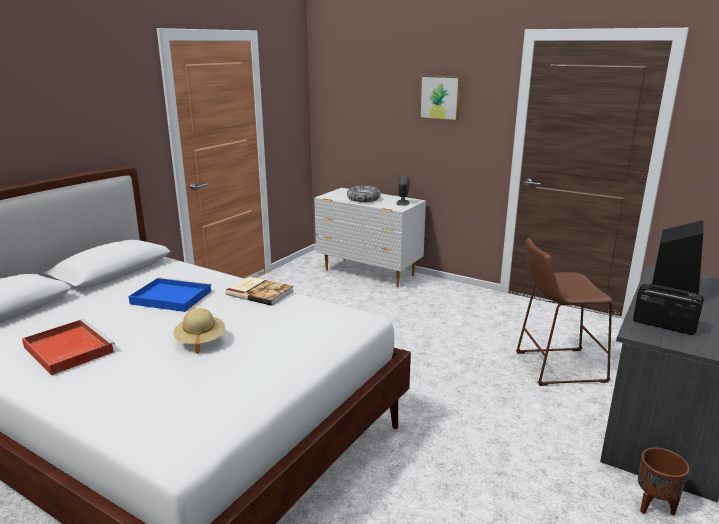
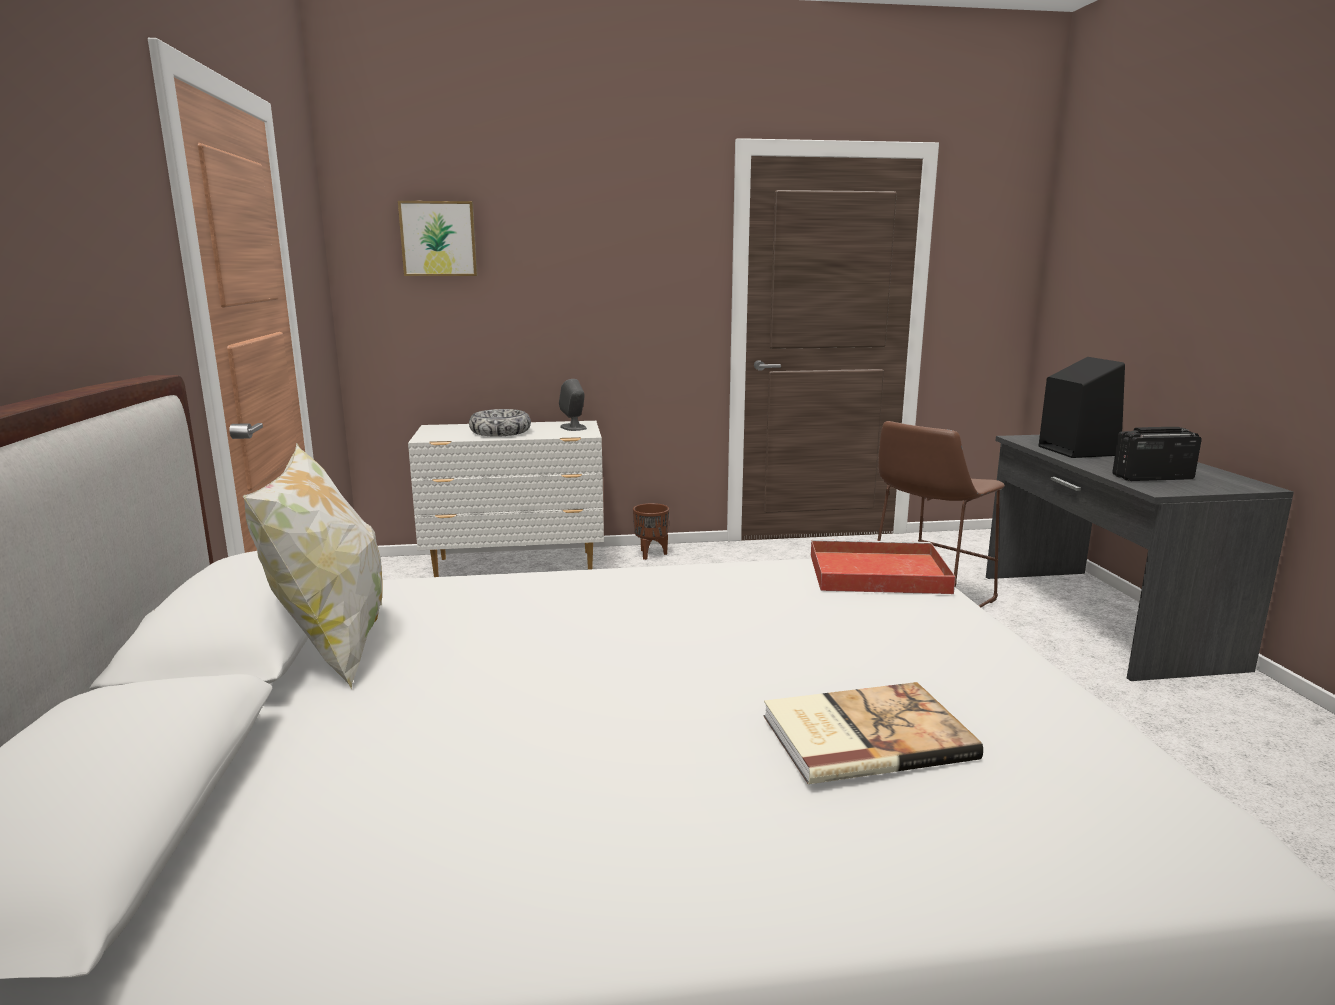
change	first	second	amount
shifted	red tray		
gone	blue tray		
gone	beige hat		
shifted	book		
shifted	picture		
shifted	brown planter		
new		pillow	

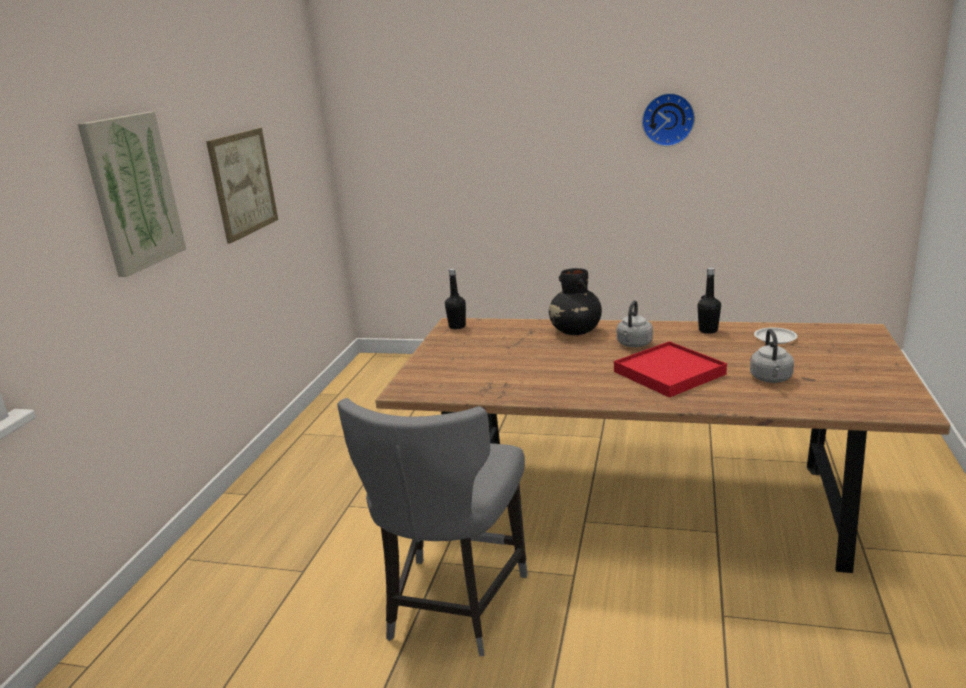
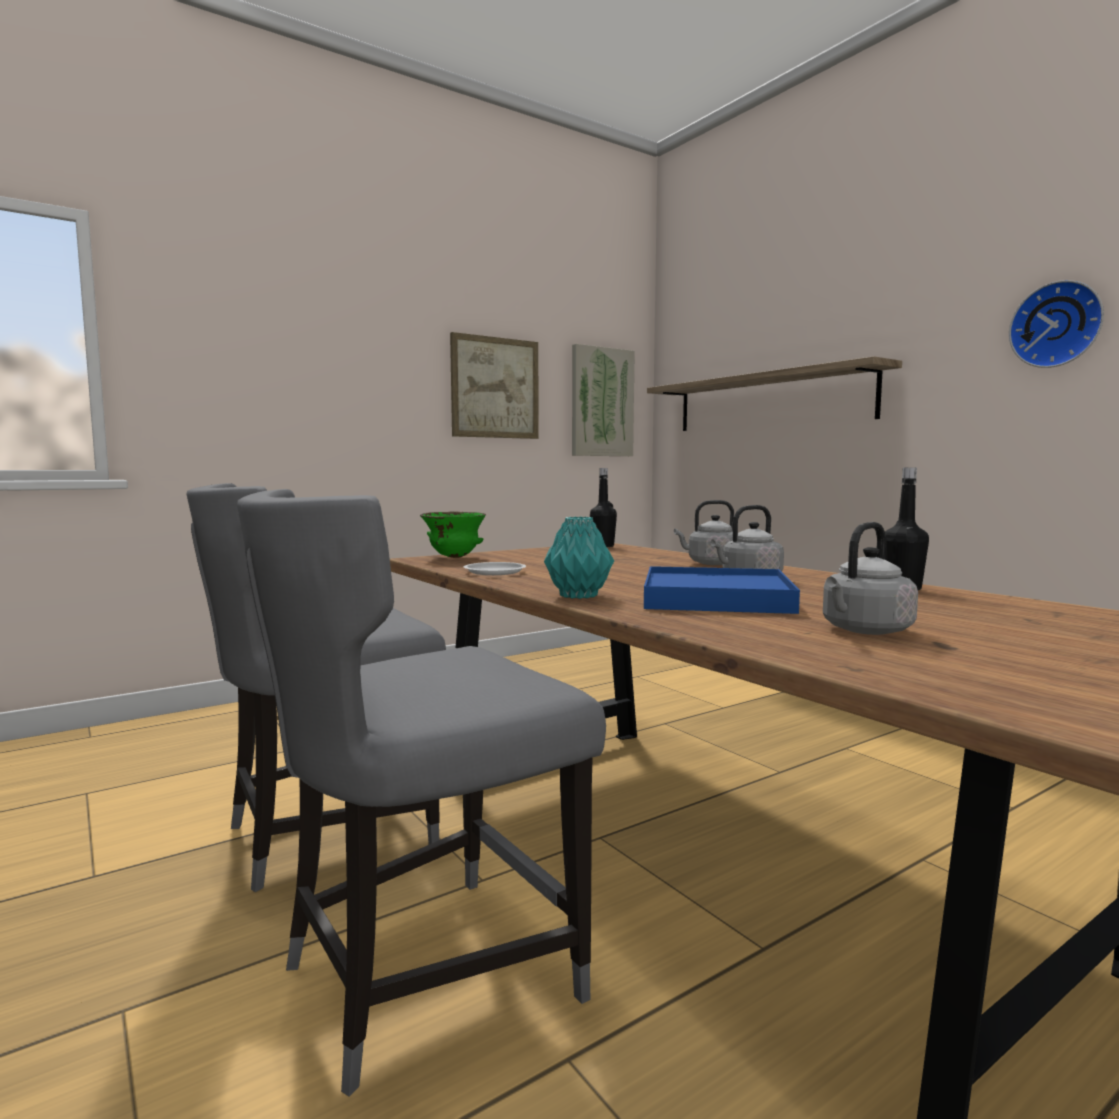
change	first	second	amount
shifted	picture (no. 1 from left in the first image)	picture (no. 2 from left)	
swapped	black vase	grey kettle (no. 1 from left)	
repainted	red tray	blue tray	
shifted	white plate		
new		grey chair (no. 2 from left)	
new		green bowl	
new		turquoise vase	
new		shelf	

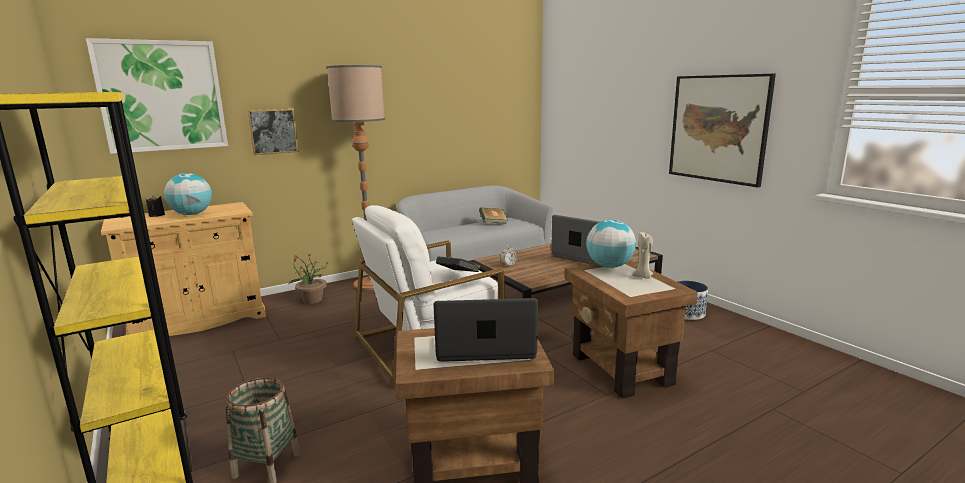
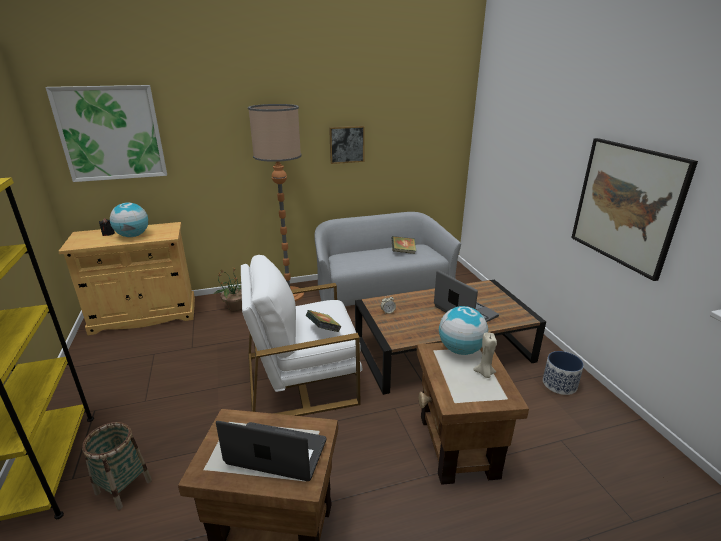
change	first	second	amount
shifted	picture (no. 2 from left)		

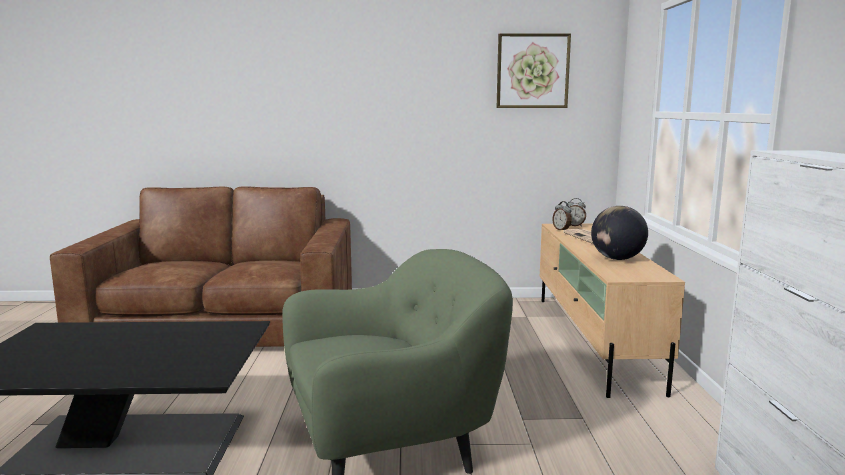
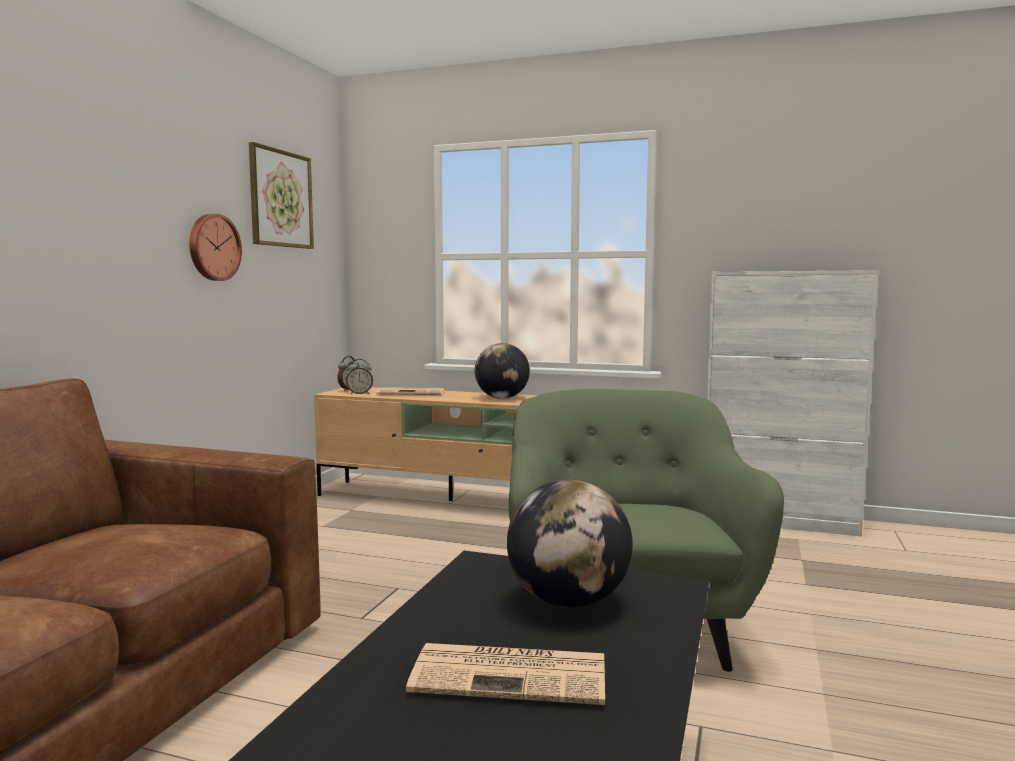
change	first	second	amount
new		wall clock	
new		newspaper (no. 2 from left)	
new		globe (no. 2 from left)	

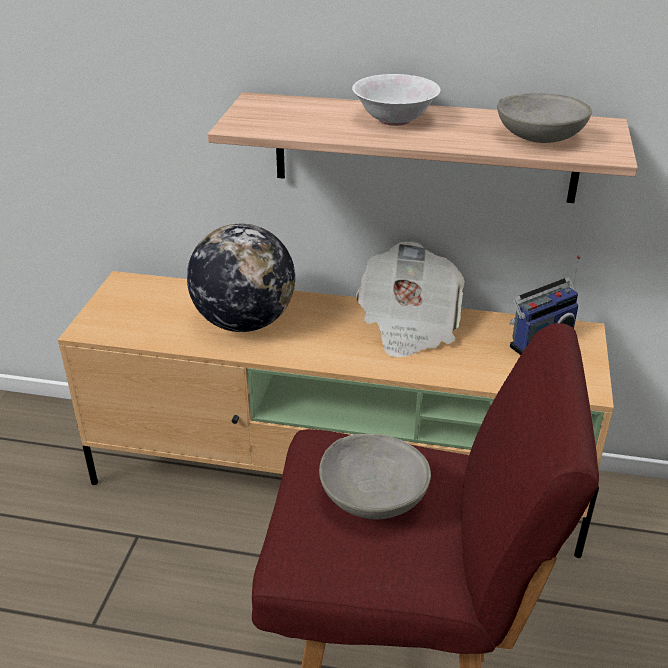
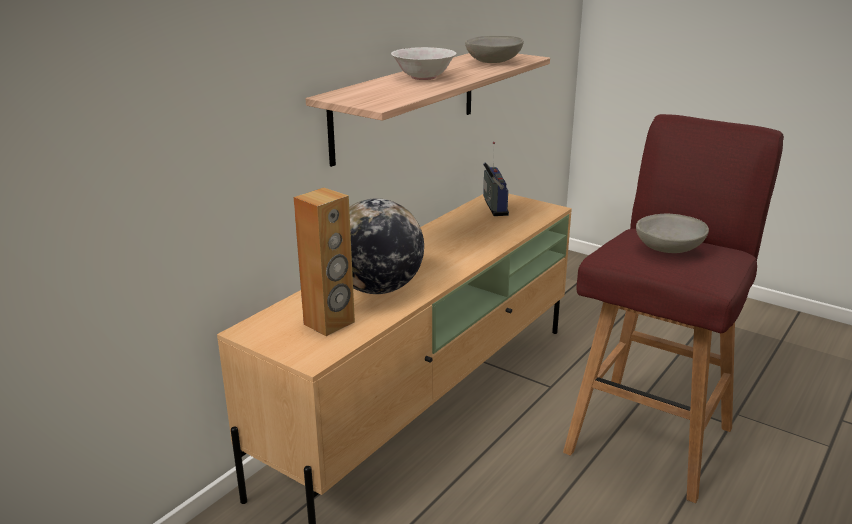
change	first	second	amount
gone	newspaper		
new		brown speaker	

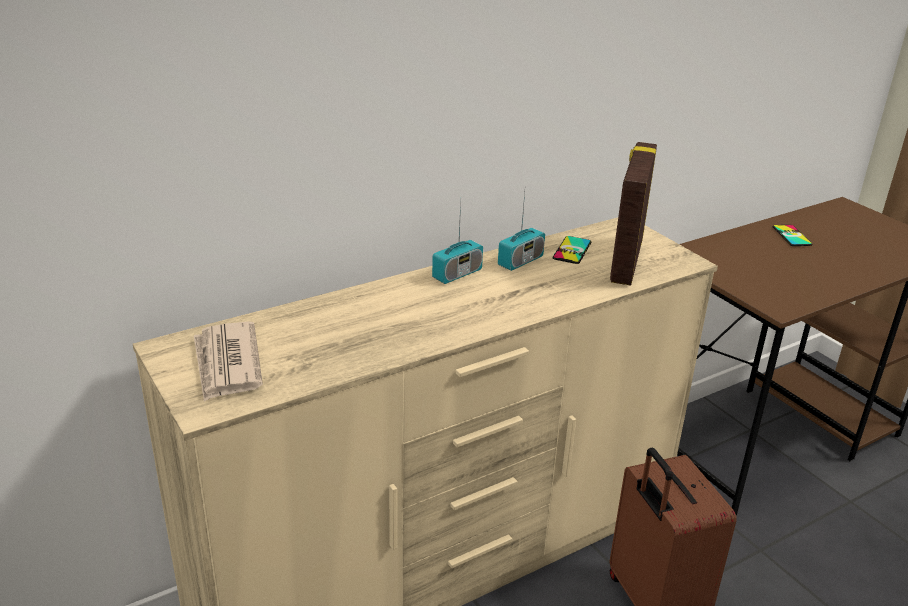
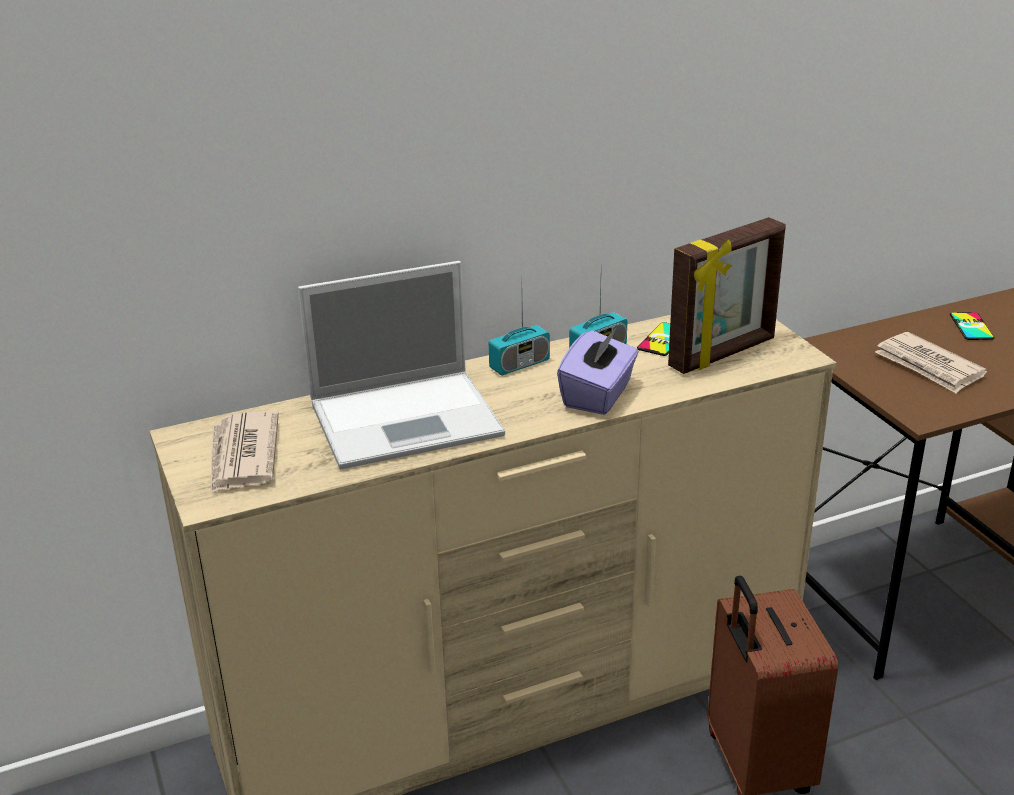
change	first	second	amount
rotated	picture frame		150 degrees counterclockwise
new		laptop	
new		purple tissue box	
new		newspaper (no. 2 from left)	

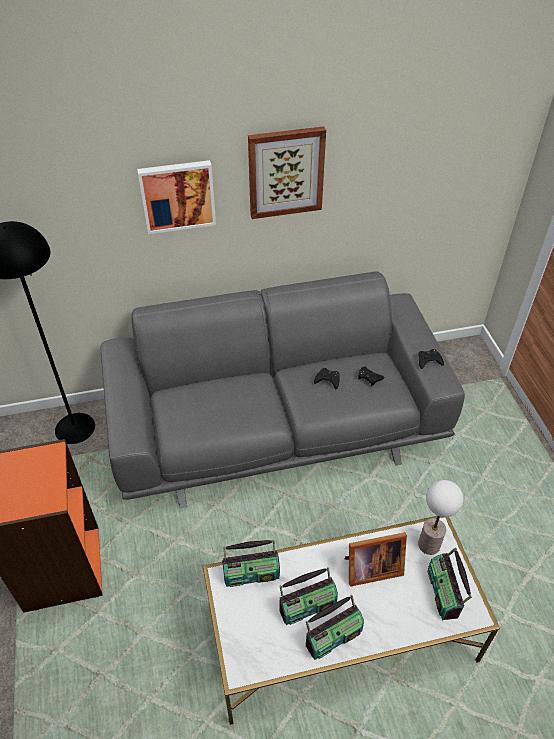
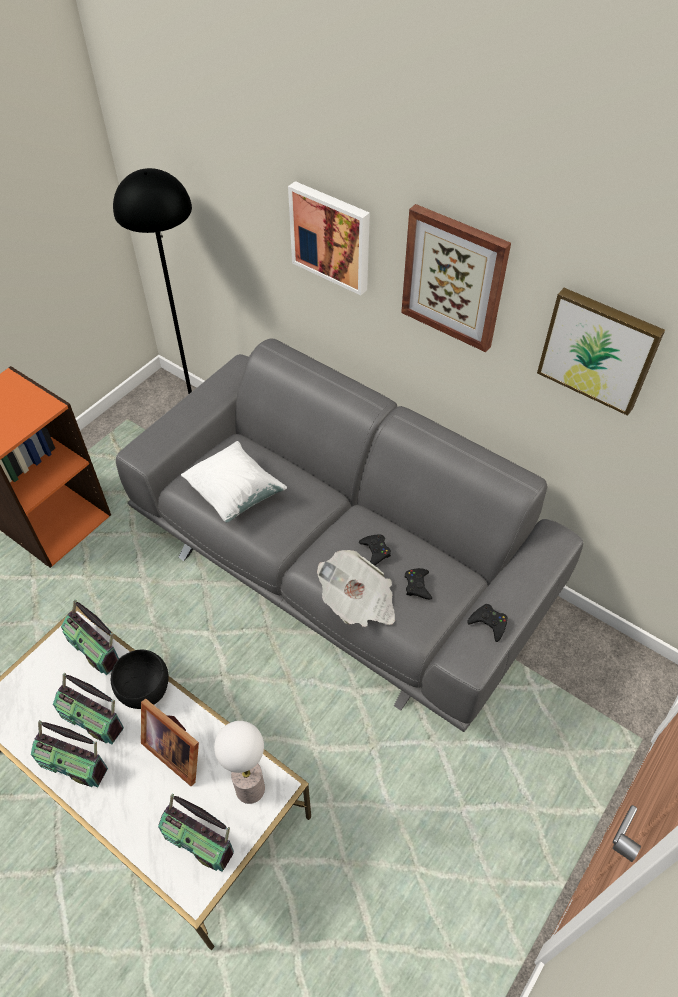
change	first	second	amount
rotated	radio (no. 4 from left)		105 degrees counterclockwise
new		black bowl	
new		white pillow	
new		newspaper	
new		picture (no. 3 from left)	

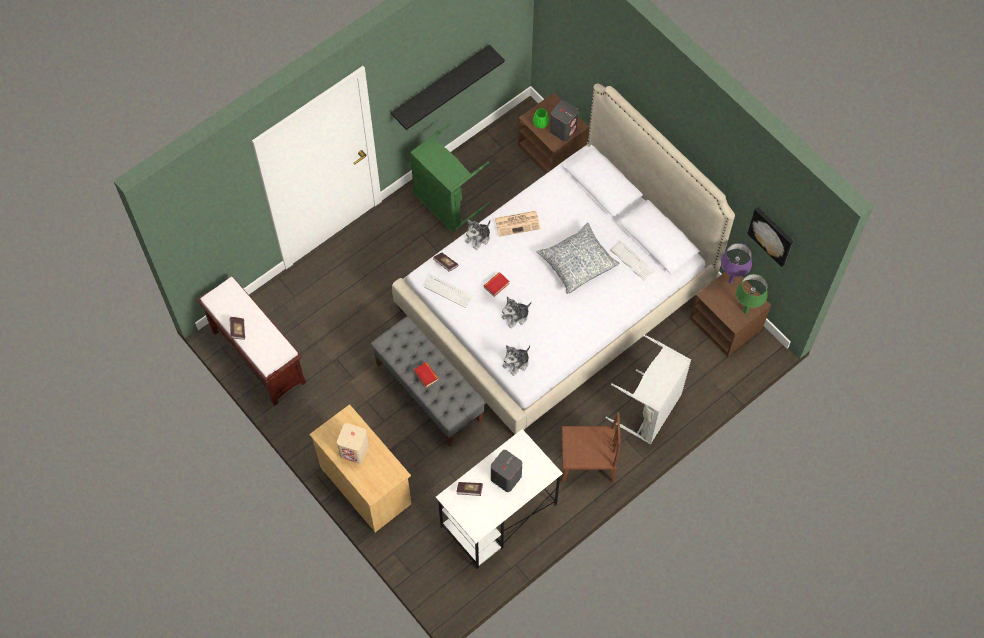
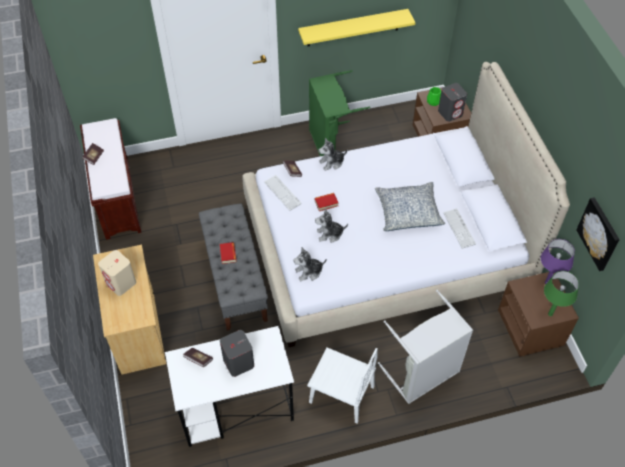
change	first	second	amount
repainted	black shelf	yellow shelf	
gone	newspaper		
repainted	brown chair	white chair	

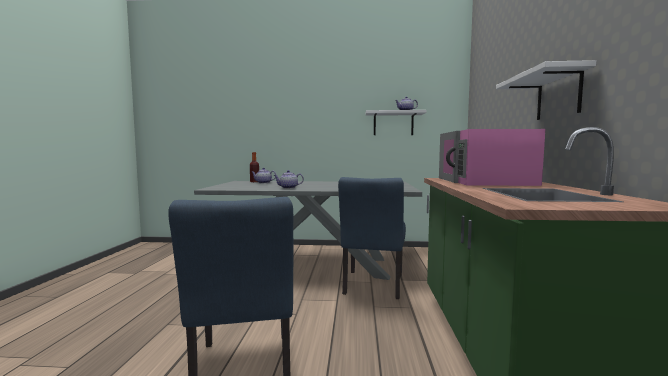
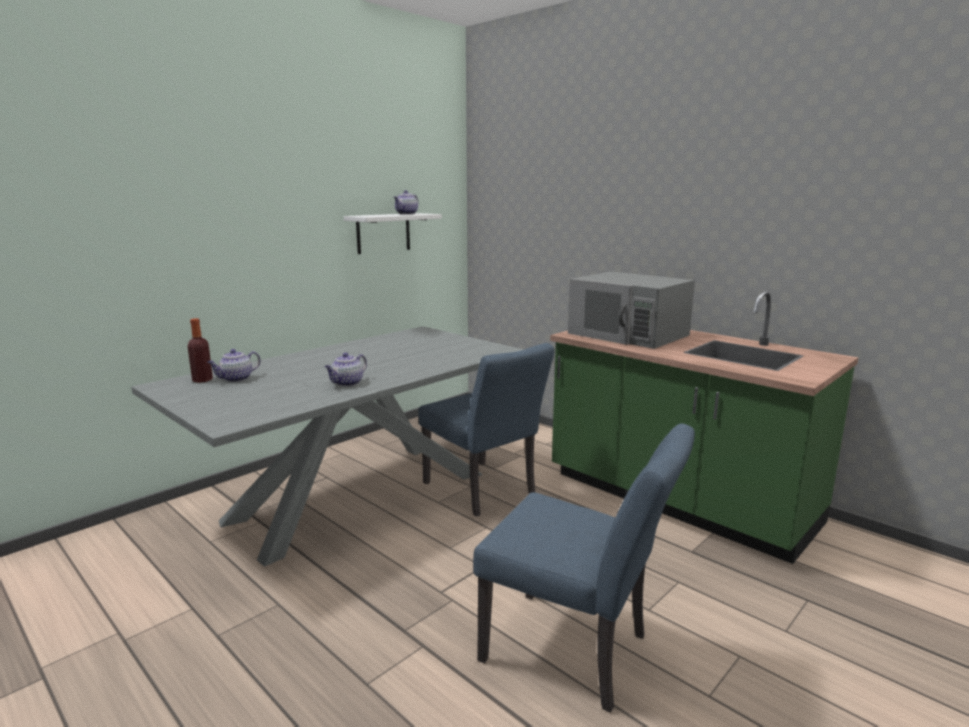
change	first	second	amount
repainted	pink microwave	grey microwave	
gone	white shelf (no. 2 from left)		

